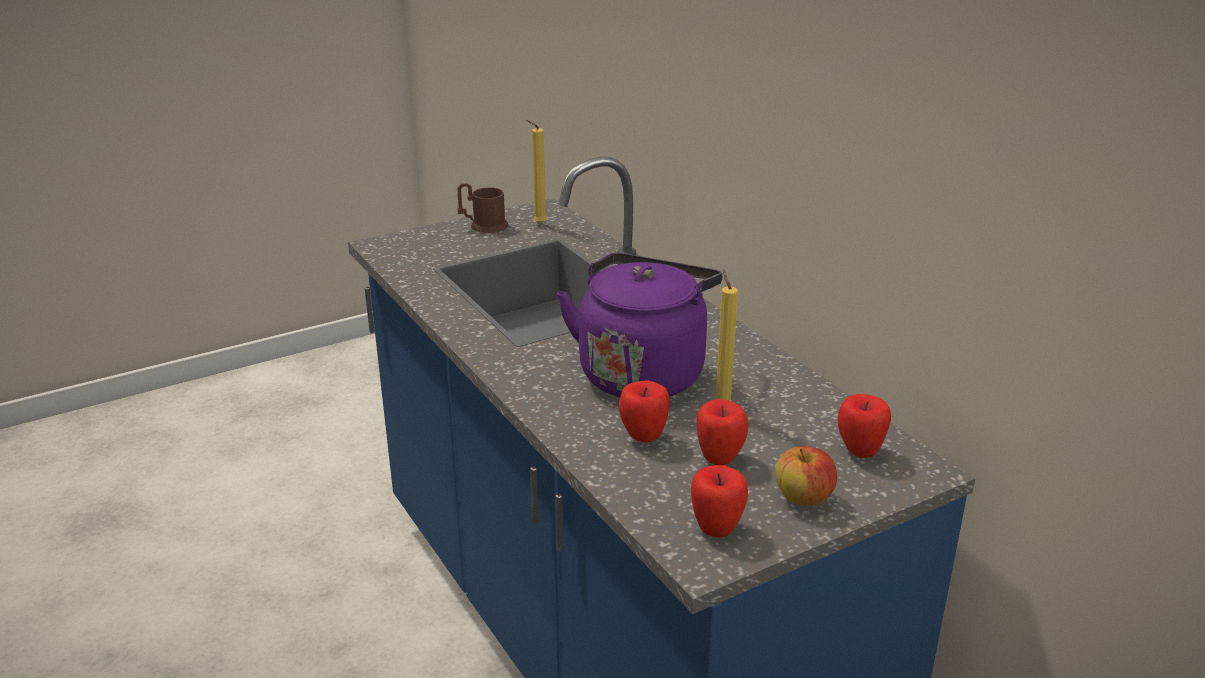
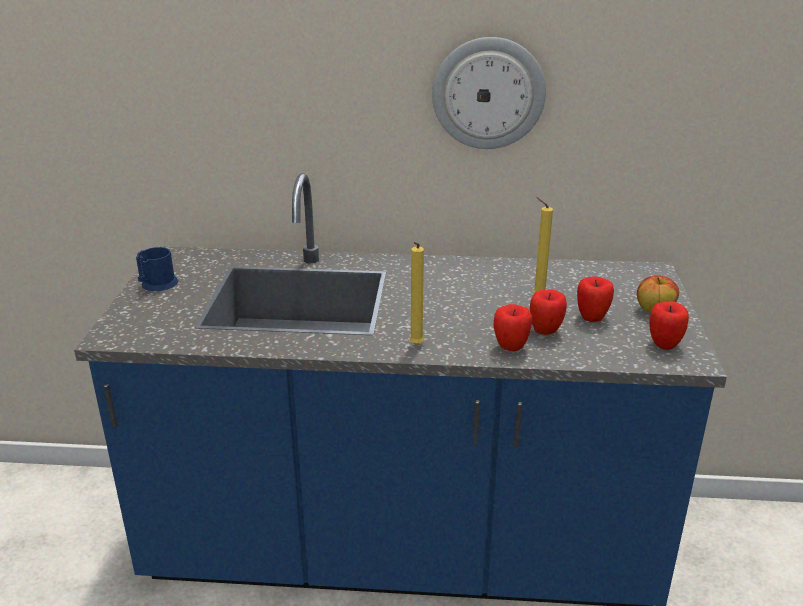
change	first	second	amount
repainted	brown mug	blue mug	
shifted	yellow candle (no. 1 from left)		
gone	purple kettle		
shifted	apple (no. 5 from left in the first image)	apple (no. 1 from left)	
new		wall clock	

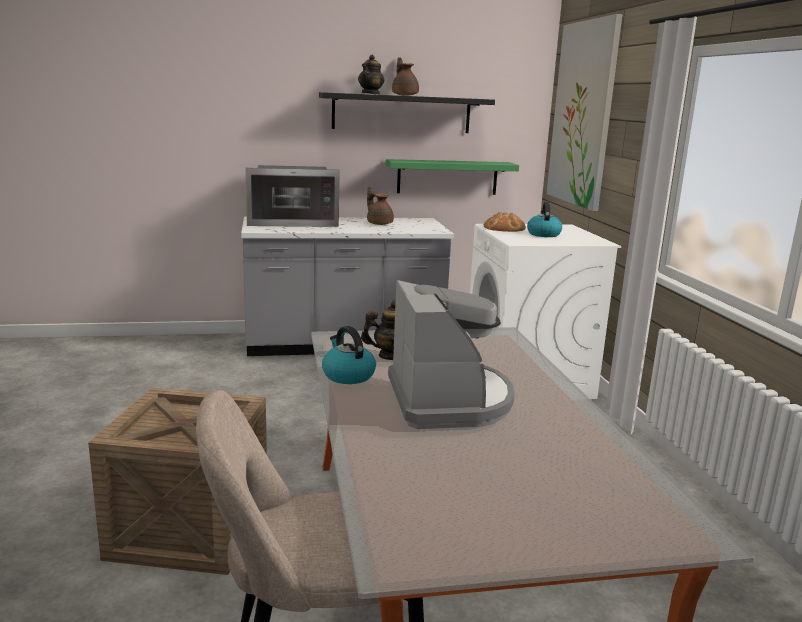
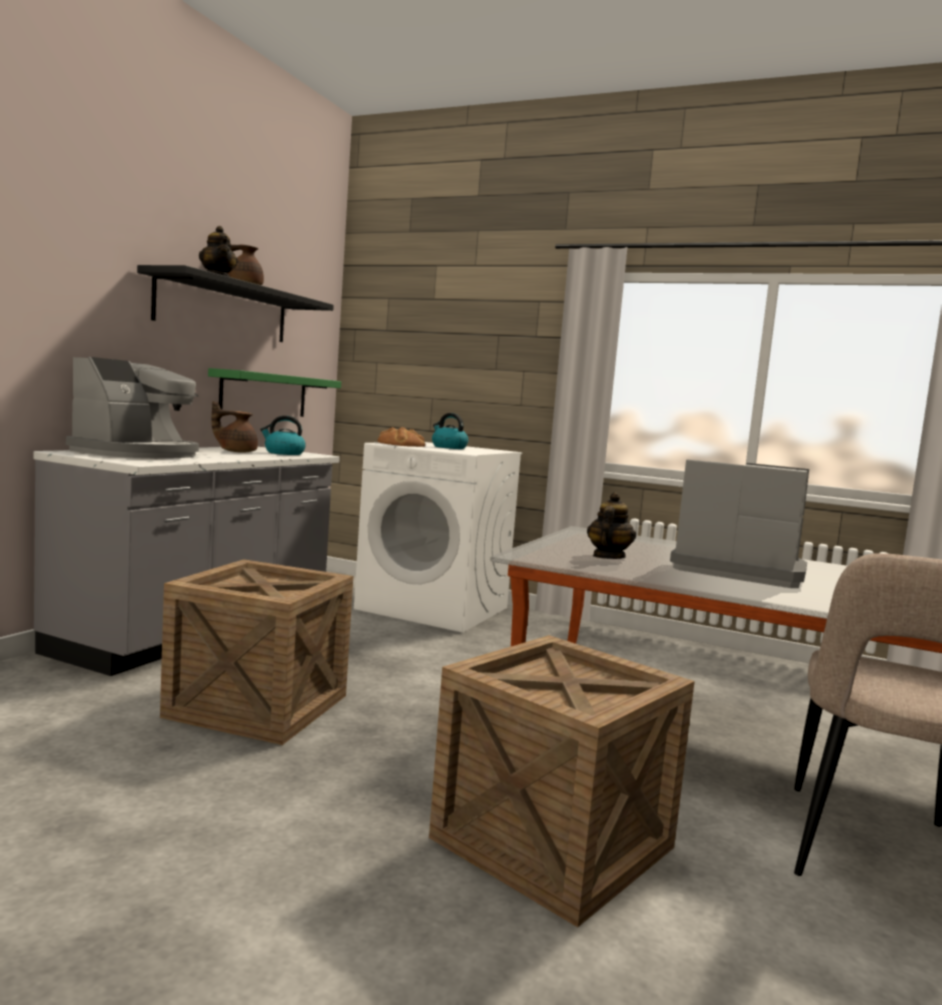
change	first	second	amount
swapped	microwave	coffee machine (no. 1 from left)	
shifted	kettle (no. 1 from left)		
gone	picture		
new		crate (no. 1 from left)	

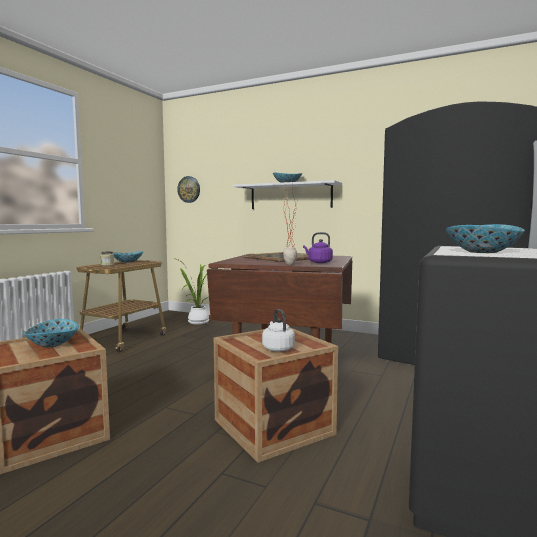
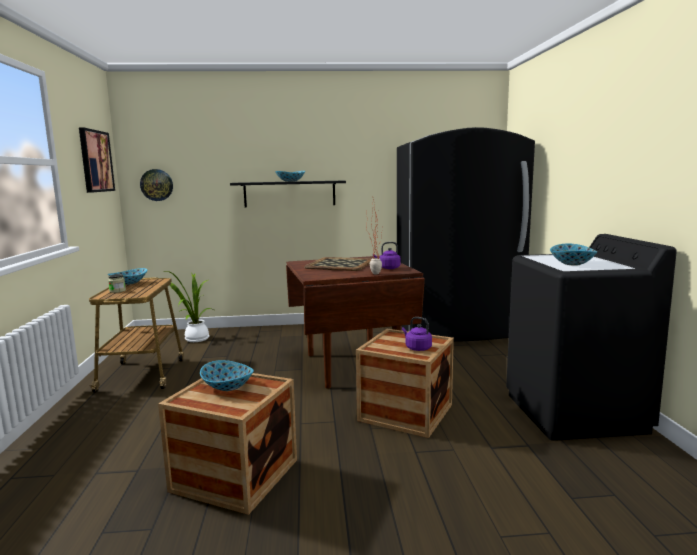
change	first	second	amount
repainted	white shelf	black shelf	
repainted	white kettle	purple kettle (no. 2 from left)	
new		picture	

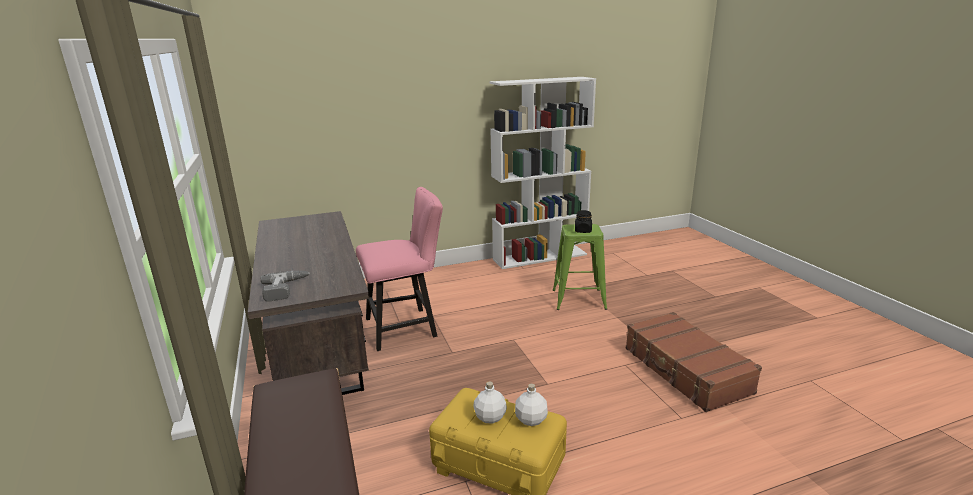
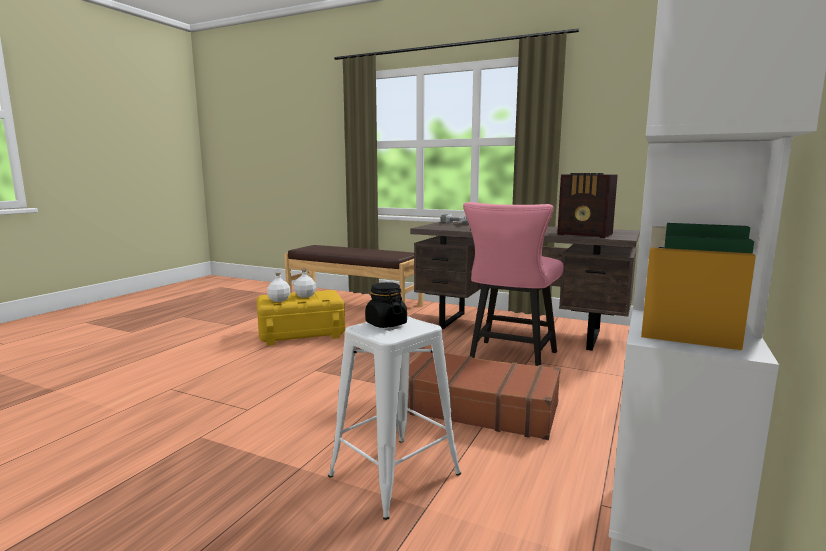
change	first	second	amount
repainted	green stool	white stool	
shifted	brown suitcase		
new		radio	

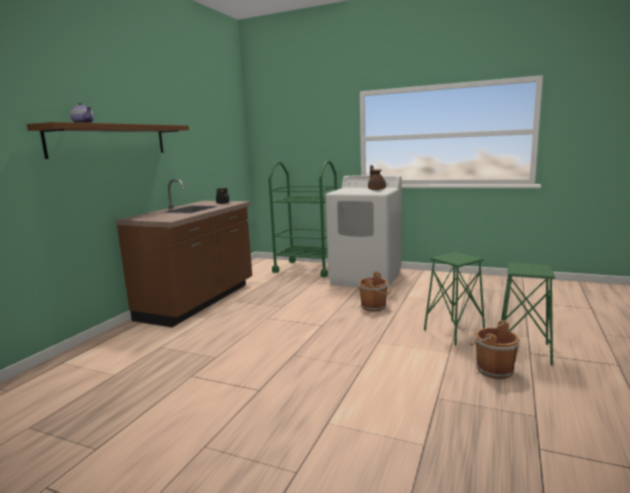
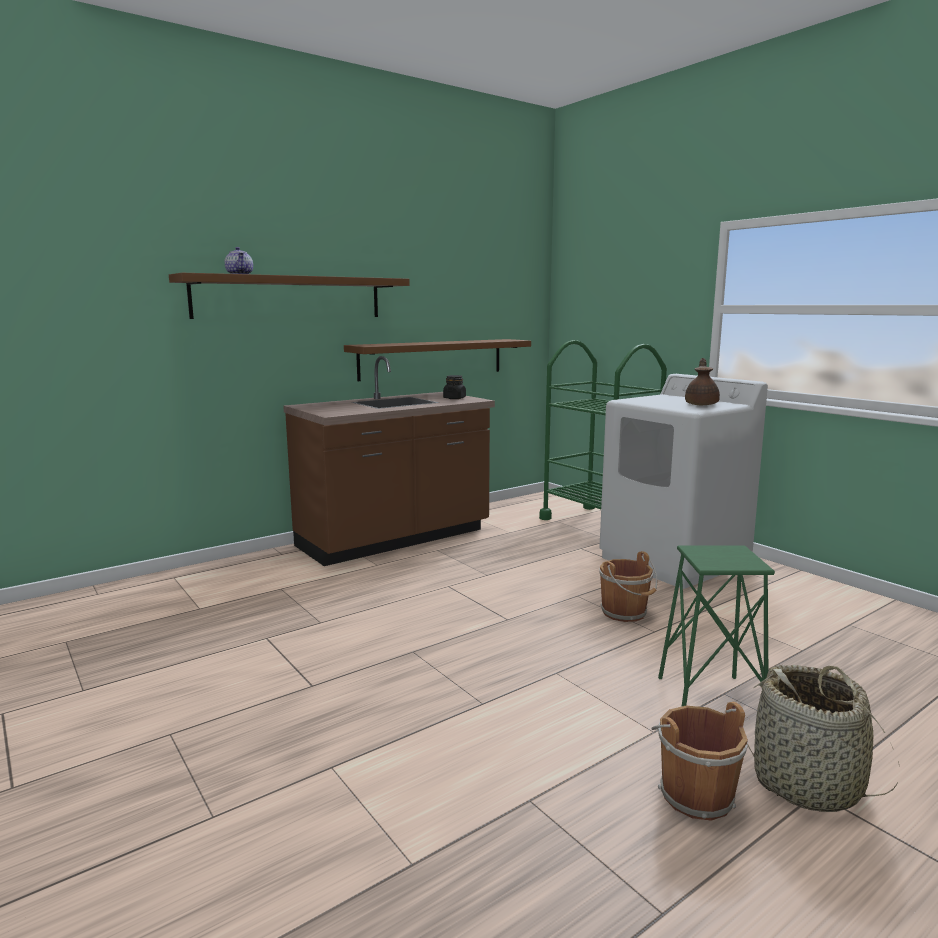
change	first	second	amount
swapped	green stool (no. 2 from left)	basket	
new		brown shelf (no. 2 from left)	

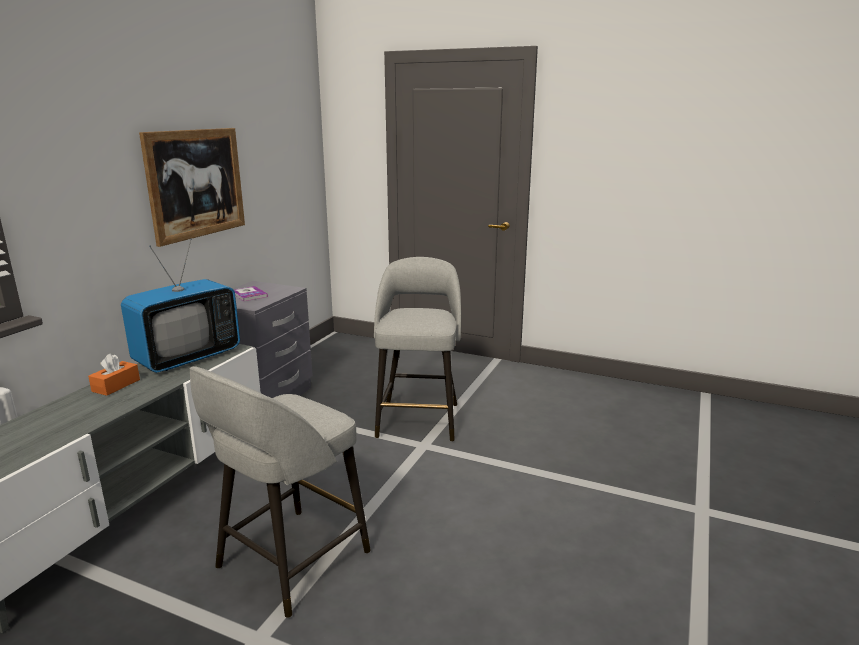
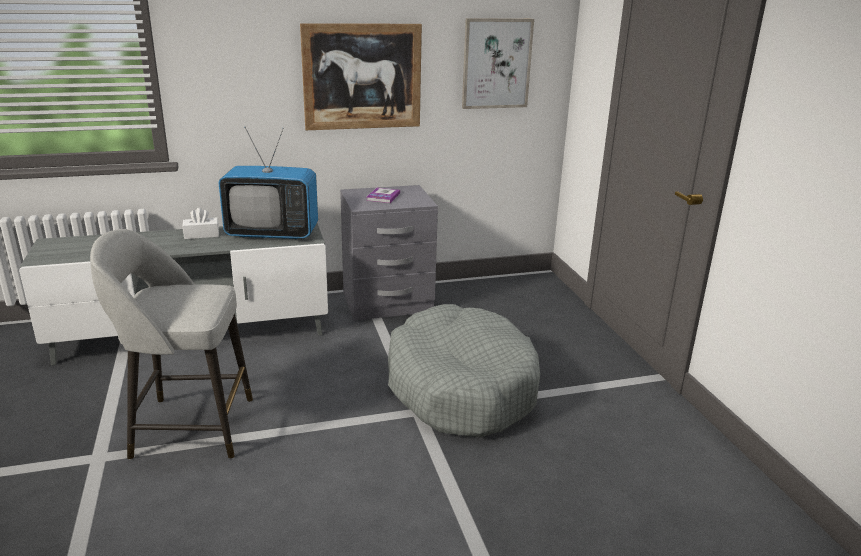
change	first	second	amount
repainted	orange tissue box	white tissue box	
swapped	grey stool (no. 2 from left)	grey dog bed	
new		picture (no. 2 from left)	

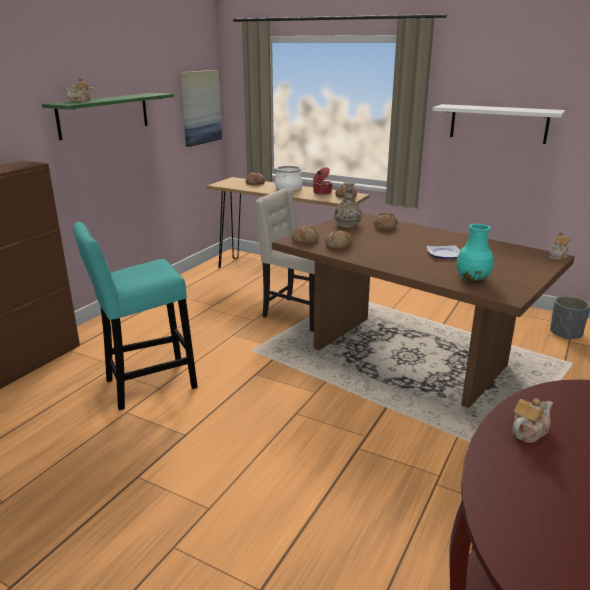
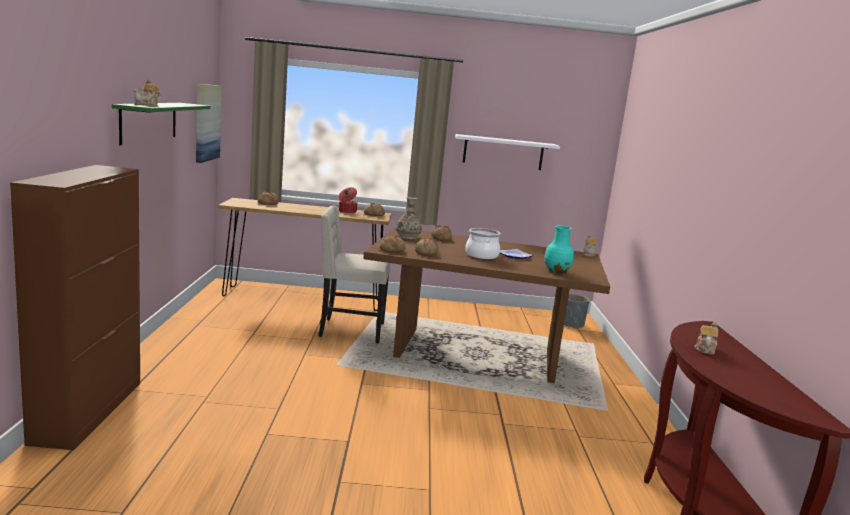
change	first	second	amount
gone	turquoise stool		
shifted	cooking pot (no. 1 from left in the first image)	cooking pot (no. 2 from left)	

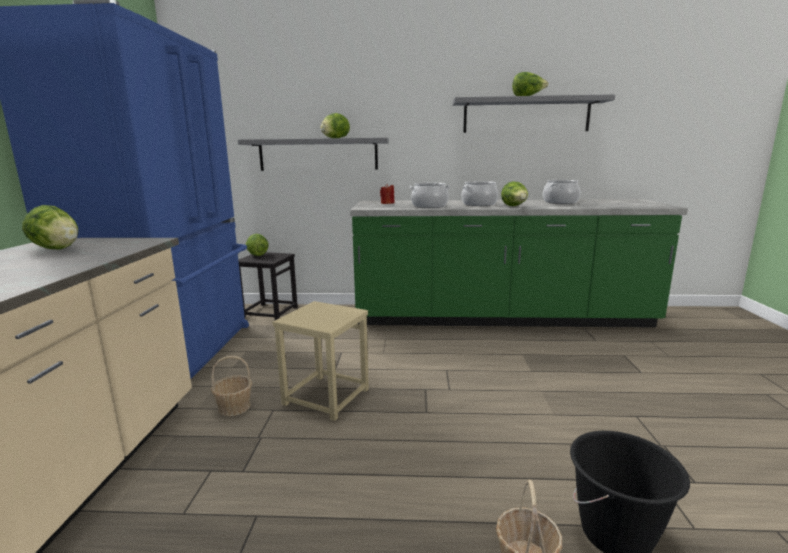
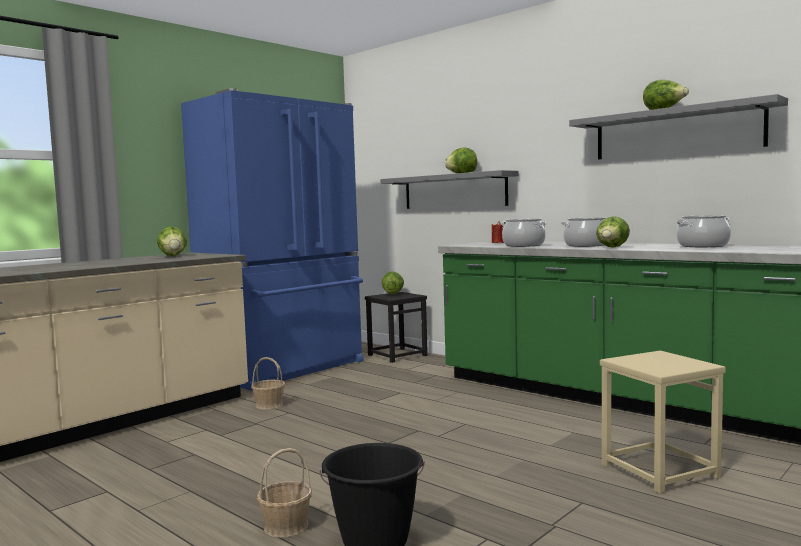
change	first	second	amount
shifted	beige stool		

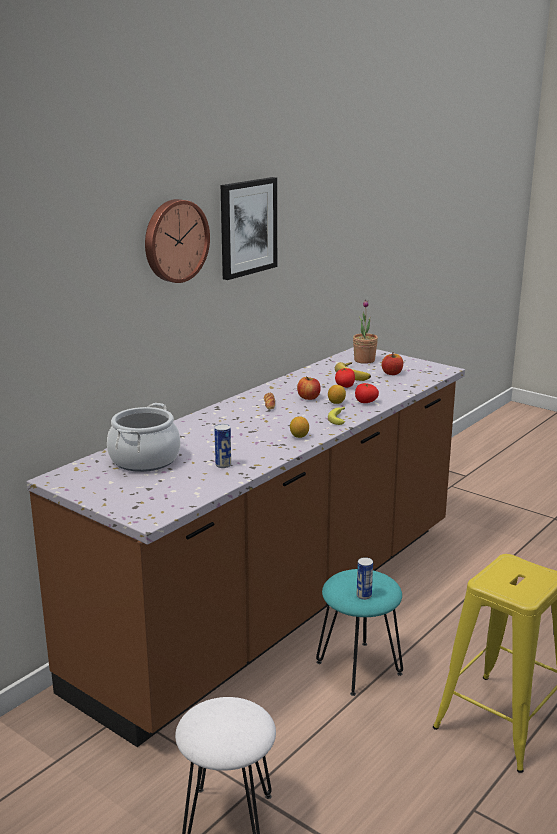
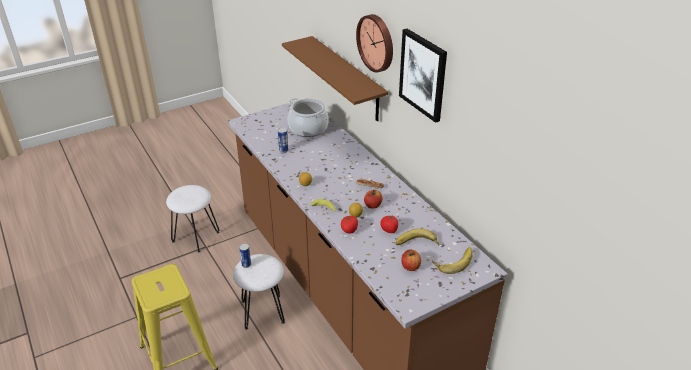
change	first	second	amount
repainted	turquoise stool	white stool (no. 2 from left)	
swapped	potted plant	banana (no. 3 from left)	
new		brown shelf	

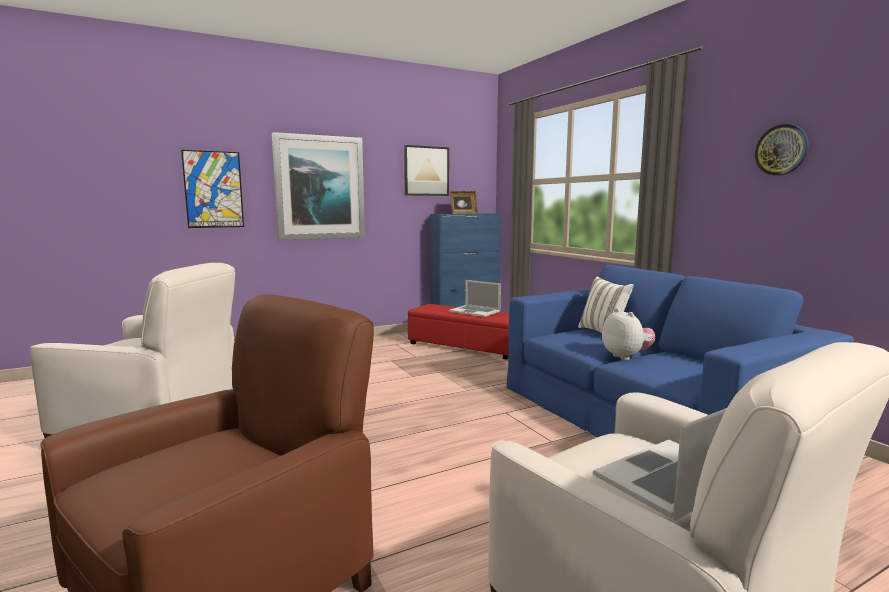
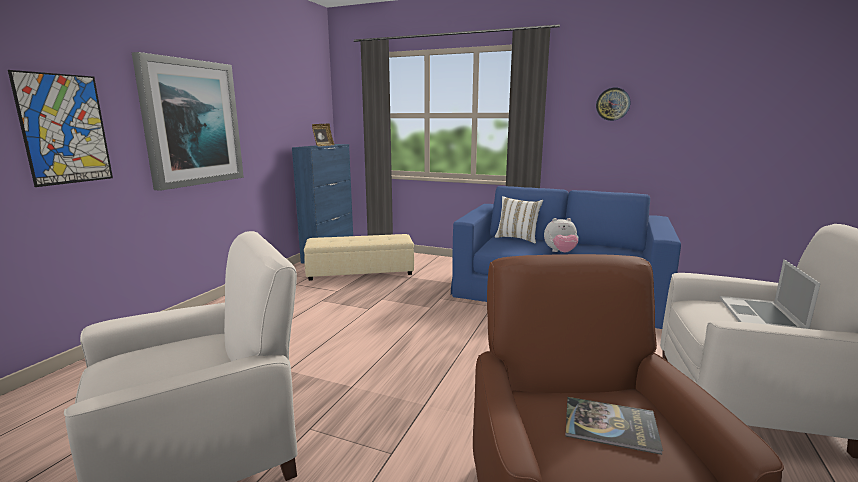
change	first	second	amount
gone	picture (no. 3 from left)		
repainted	red ottoman	beige ottoman	
gone	laptop (no. 1 from left)		
rotated	plush toy		150 degrees clockwise
new		book	

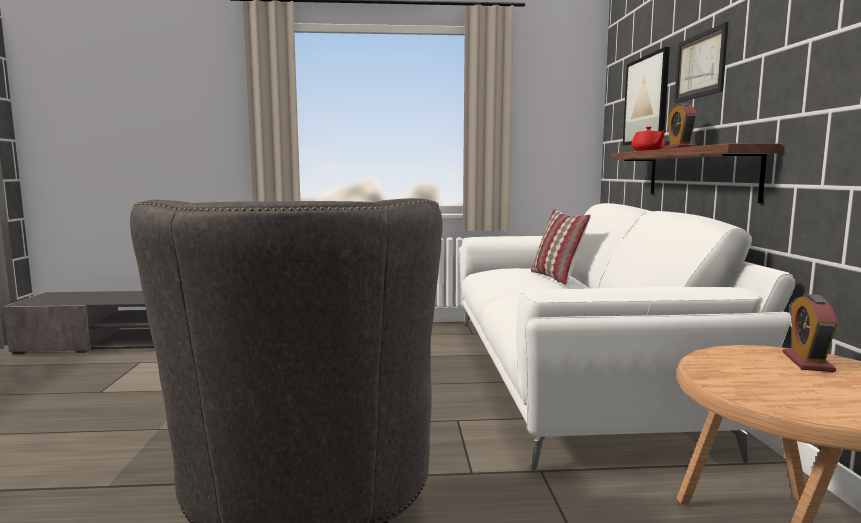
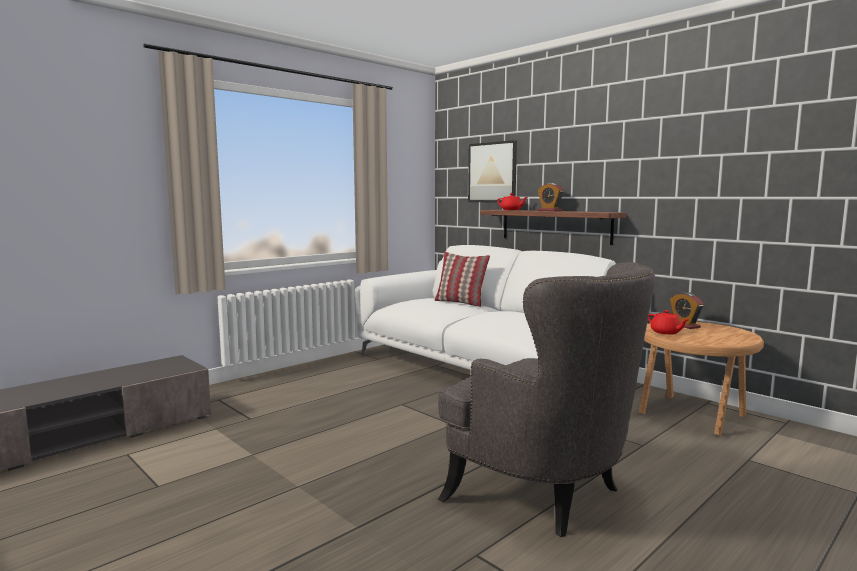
change	first	second	amount
gone	picture (no. 2 from left)		
new		red teapot (no. 2 from left)	

